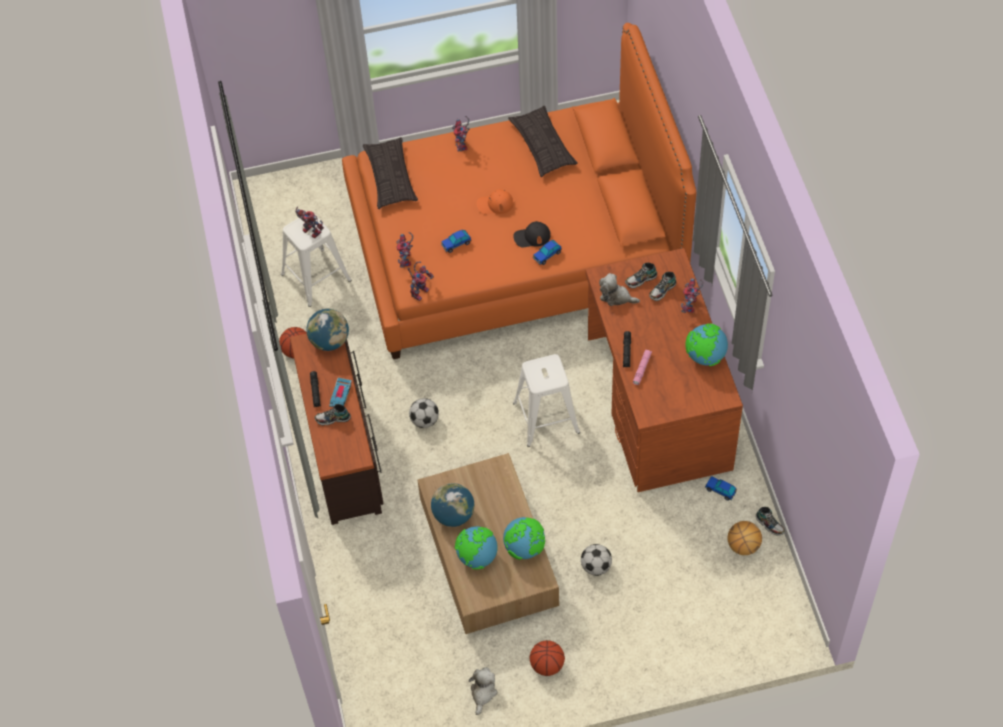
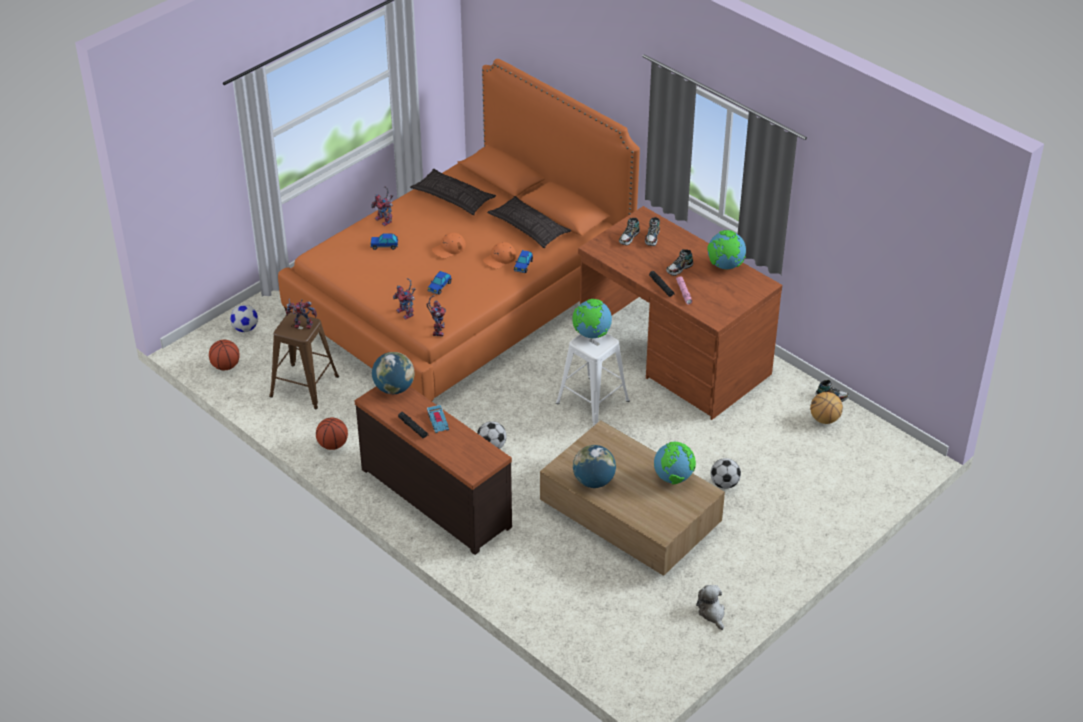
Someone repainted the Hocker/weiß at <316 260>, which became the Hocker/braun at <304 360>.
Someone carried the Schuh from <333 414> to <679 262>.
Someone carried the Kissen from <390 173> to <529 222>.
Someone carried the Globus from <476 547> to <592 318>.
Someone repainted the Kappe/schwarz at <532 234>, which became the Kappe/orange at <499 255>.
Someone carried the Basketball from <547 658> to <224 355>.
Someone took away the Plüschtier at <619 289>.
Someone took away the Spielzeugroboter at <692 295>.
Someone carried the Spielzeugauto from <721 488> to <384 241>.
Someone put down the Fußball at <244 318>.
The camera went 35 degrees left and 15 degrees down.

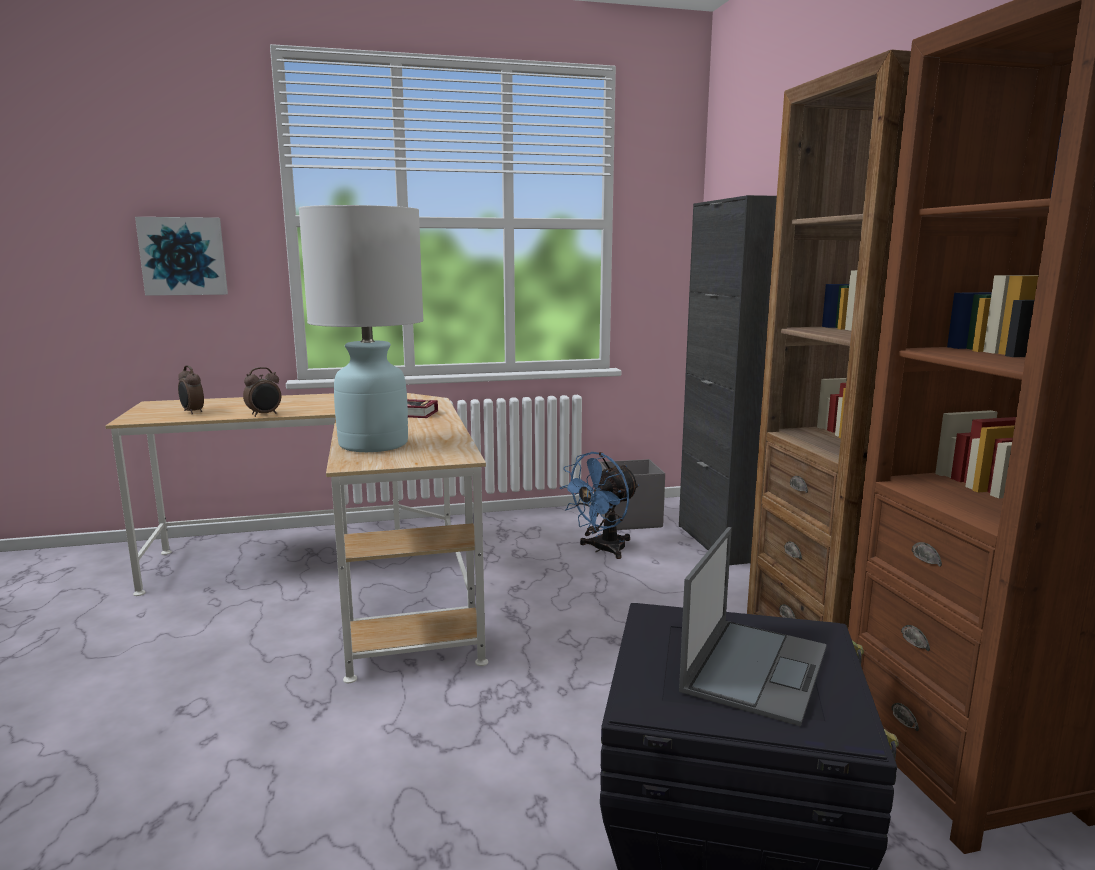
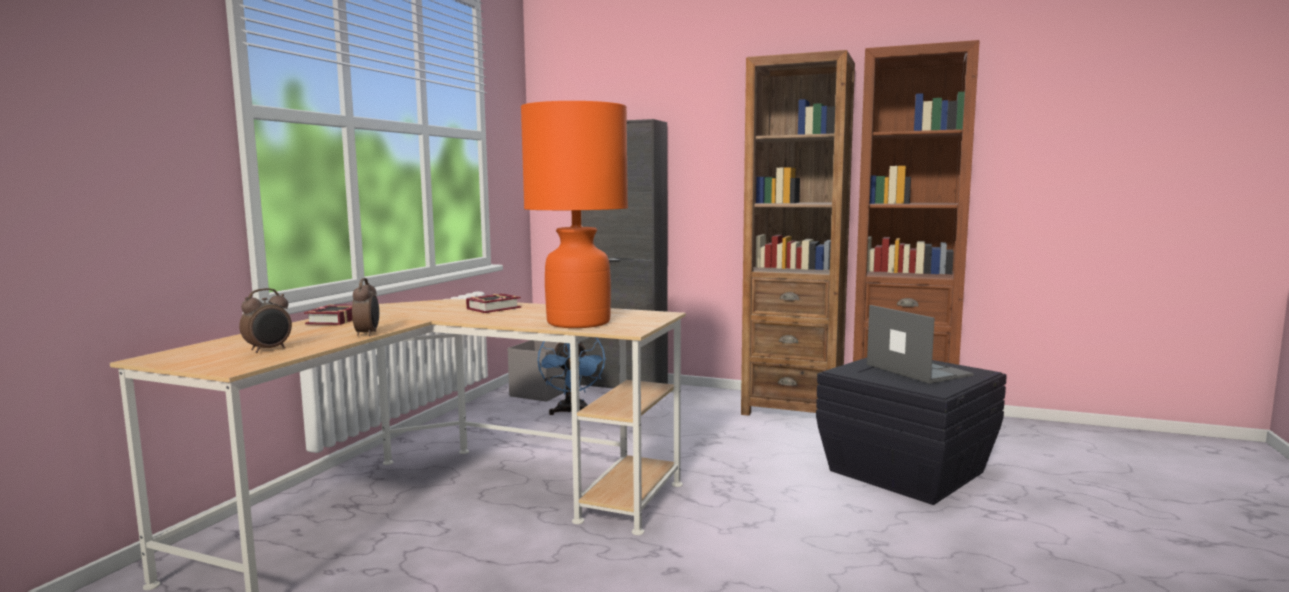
Someone took away the Bild at <181 256>.
Someone rotated the Wecker at <191 389> by 45 degrees counterclockwise.
Someone repainted the Tischlampe/weiß at <361 328>, which became the Tischlampe/orange at <574 214>.
Someone put down the Buch at <328 314>.
The camera went 55 degrees left and 5 degrees down.

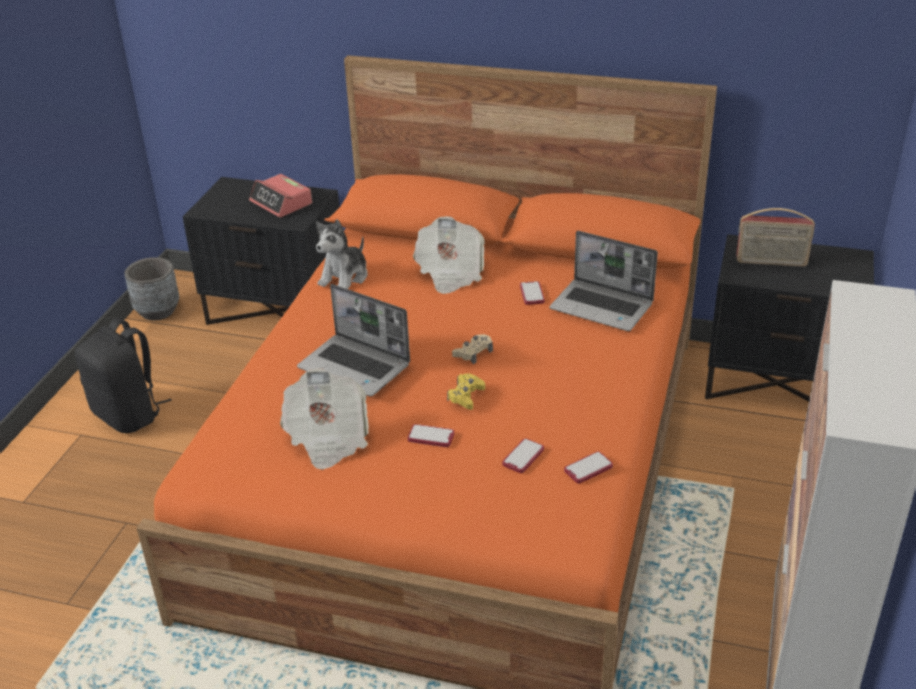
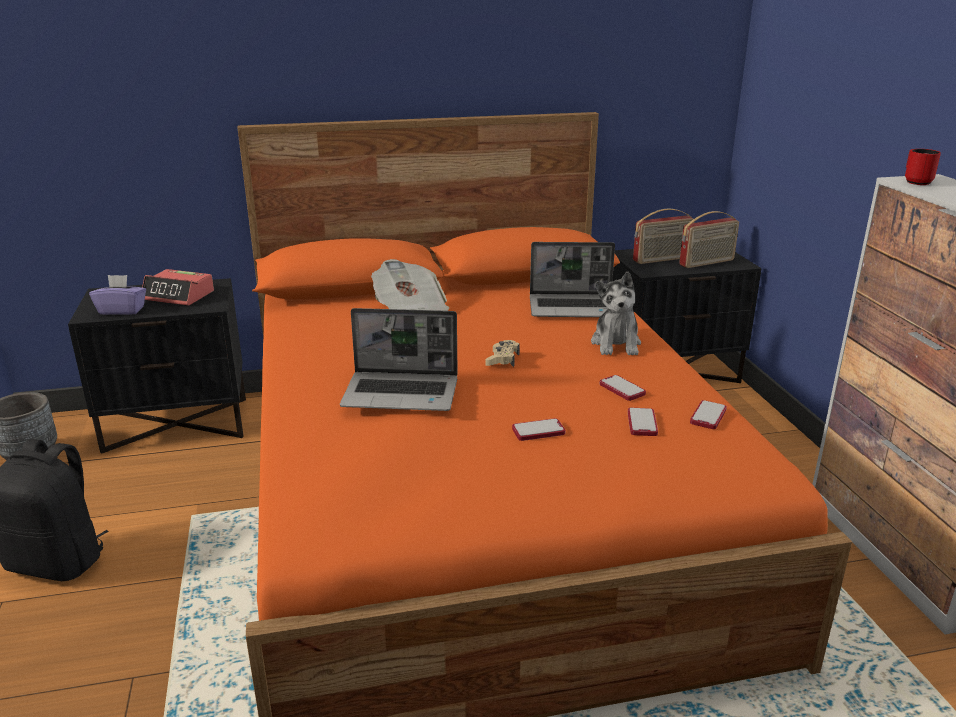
Someone took away the Zeitung at <324 419>.
Someone carried the Plüschtier from <342 254> to <616 313>.
Someone took away the Gamepad/gelb at <466 391>.
Someone carried the Handy from <532 293> to <622 388>.
Someone put down the Taschentuchbox/lila at <117 295>.
Someone put down the Radio at <709 239>.
Someone put down the Henkelbecher/rot at <923 167>.
The camera went 30 degrees left and 10 degrees down.

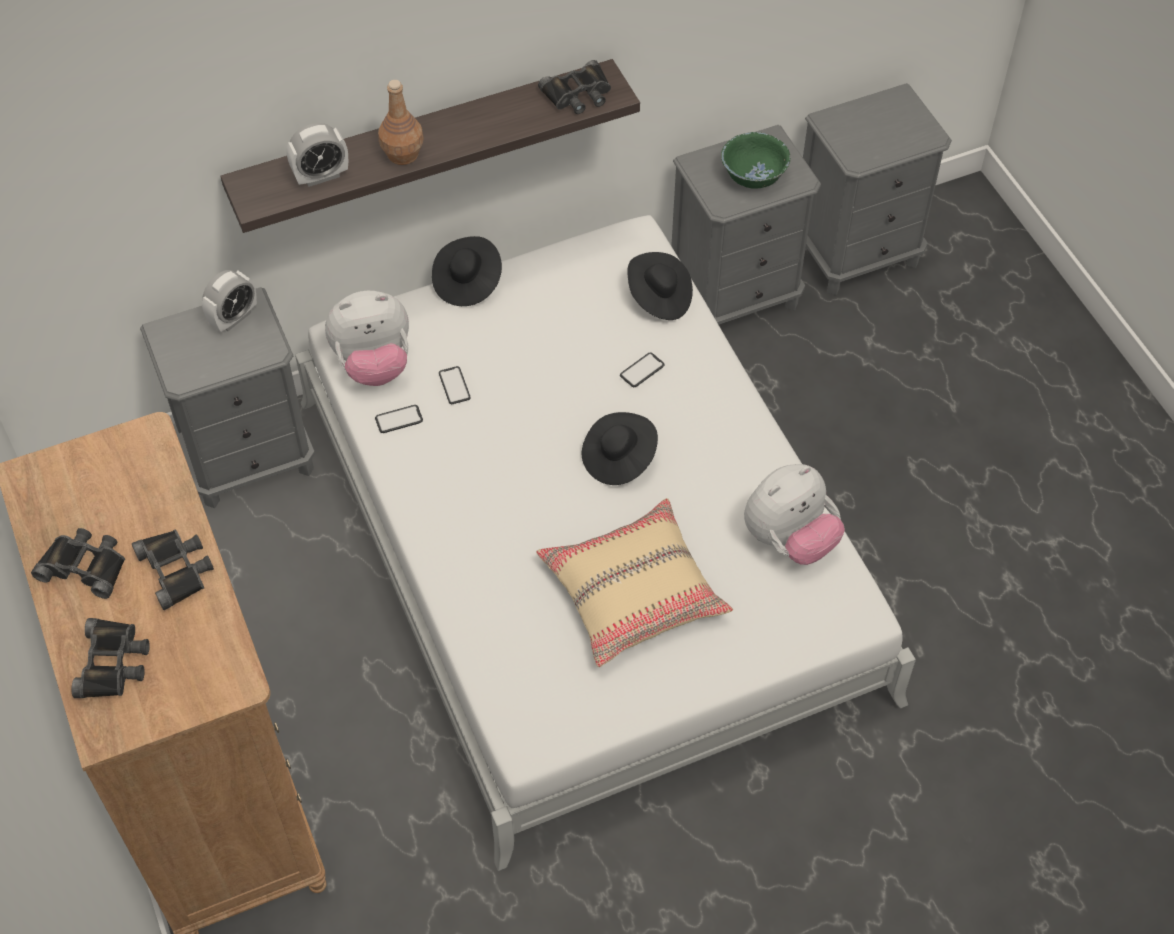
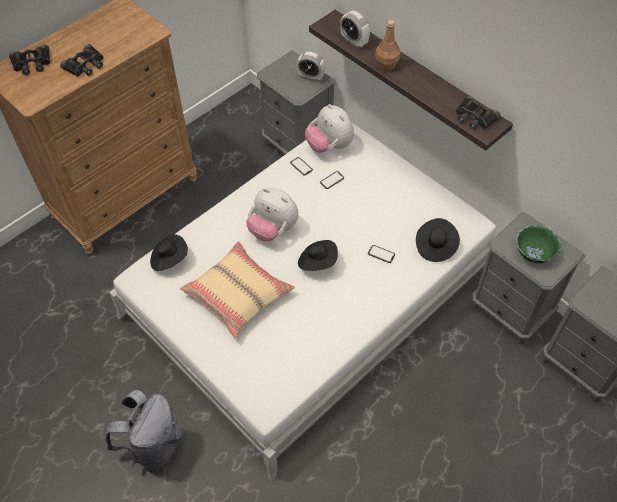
Someone took away the Fernglas/schwarz at <78 563>.
Someone carried the Hut/schwarz from <467 271> to <169 252>.
Someone carried the Plüschtier from <794 514> to <272 214>.
Someone put down the Rucksack/grau at <144 431>.
The camera went 70 degrees right and 0 degrees up.

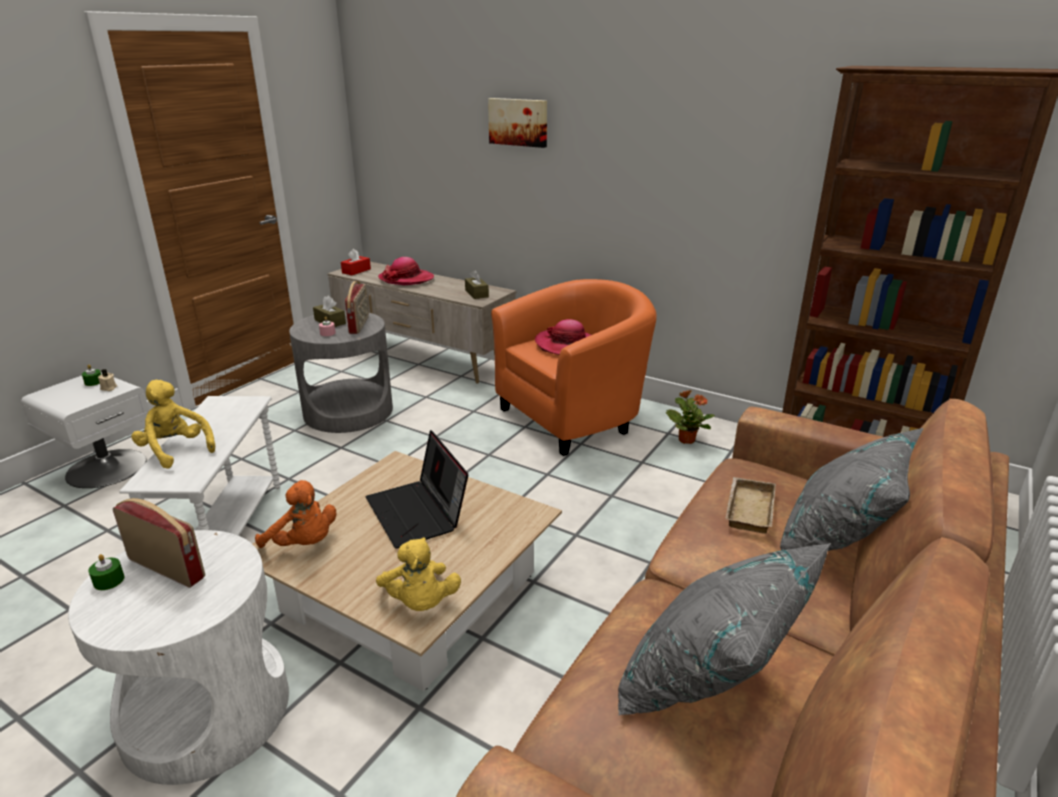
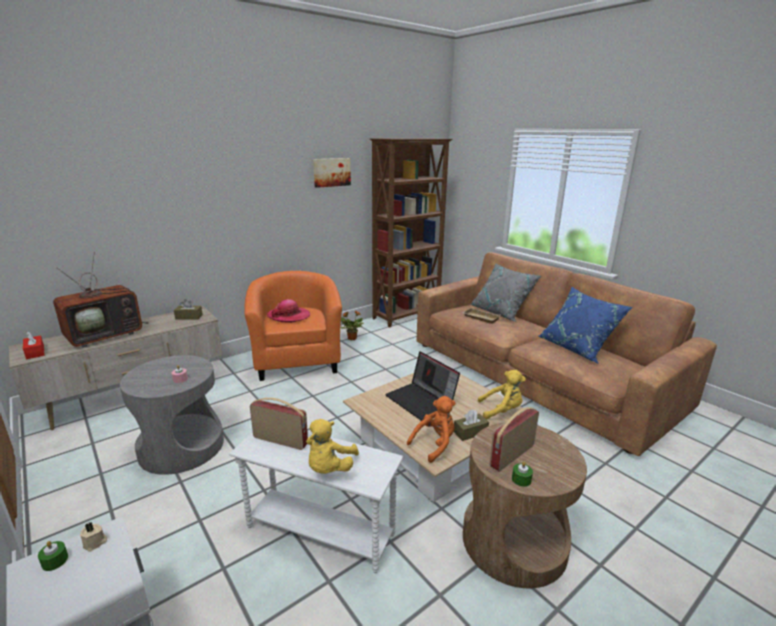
Someone repainted the Beistelltisch/weiß at <178 657>, which became the Beistelltisch/braun at <525 505>.
Someone rotated the Plüschtier/gelb at <173 424> by 45 degrees counterclockwise.
Someone carried the Taschentuchbox/braun from <329 311> to <471 425>.
Someone carried the Radio from <357 307> to <279 424>.
Someone rotated the Laptop at <417 489> by 60 degrees clockwise.
Someone swapped the Hut at <406 271> for the Fernseher at <100 299>.
Someone carried the Bild from <517 123> to <332 173>.
Someone repainted the Kissen/grau at <724 629>, which became the Kissen/blau at <585 325>.
The camera went 70 degrees left and 5 degrees down.

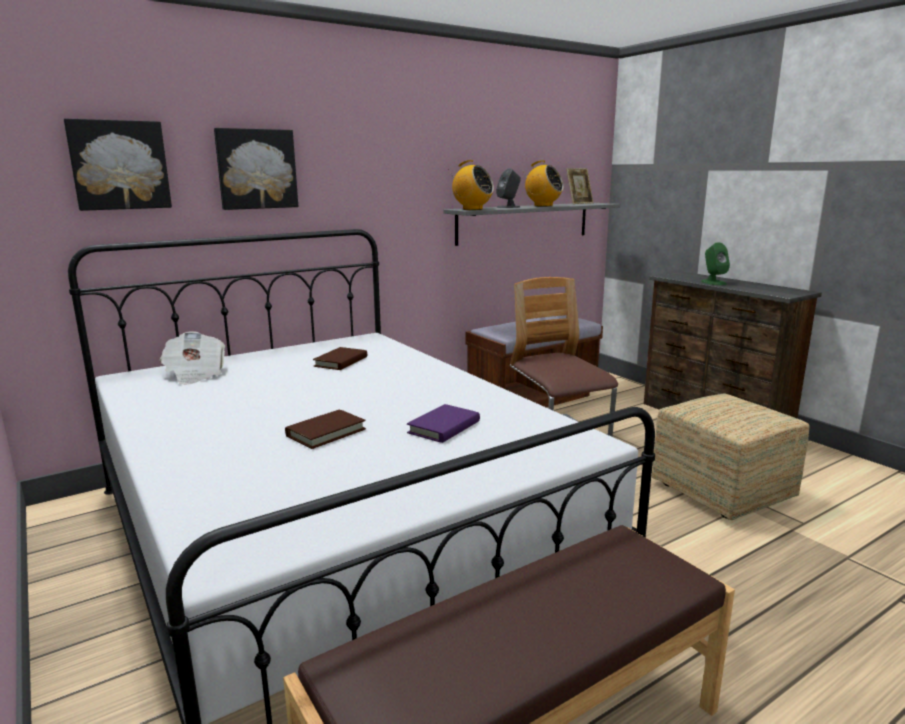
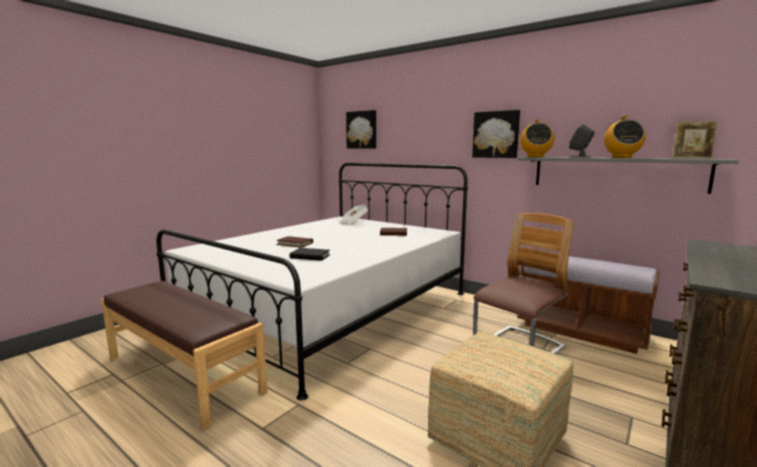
Someone carried the Bild from <256 169> to <496 134>.
Someone repainted the Buch/lila at <443 423>, which became the Buch/schwarz at <310 254>.
Someone took away the Lautsprecher/grün at <715 263>.
The camera went 70 degrees right and 5 degrees down.

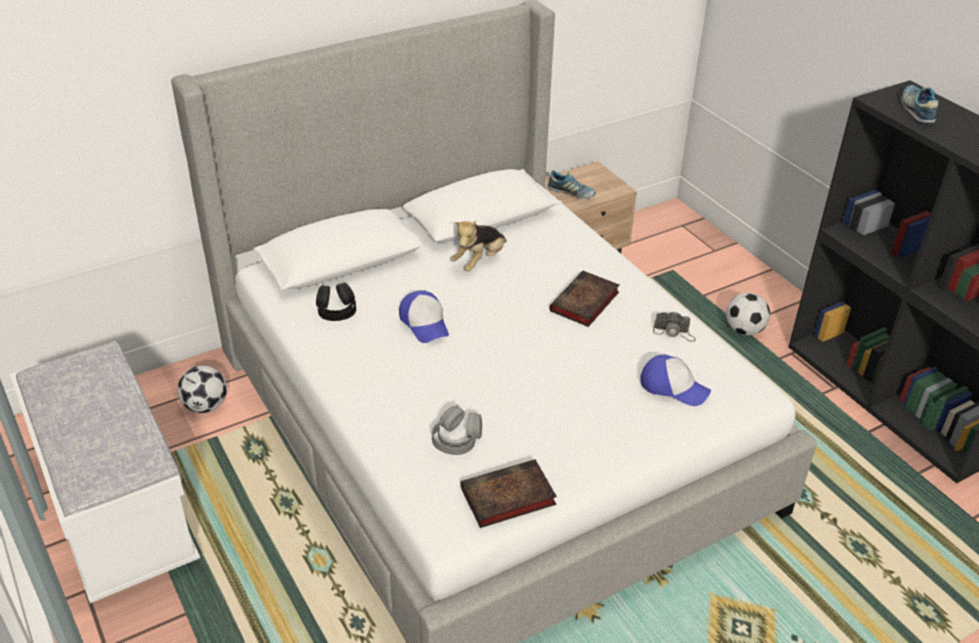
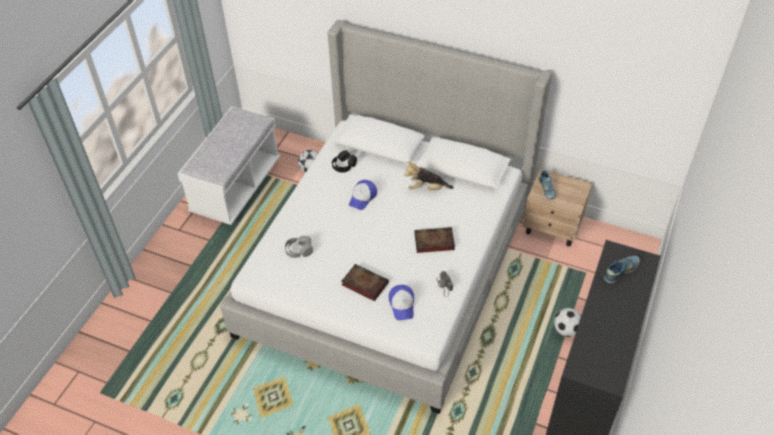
Someone carried the Buch from <509 493> to <365 282>.
The camera went 55 degrees right and 10 degrees up.

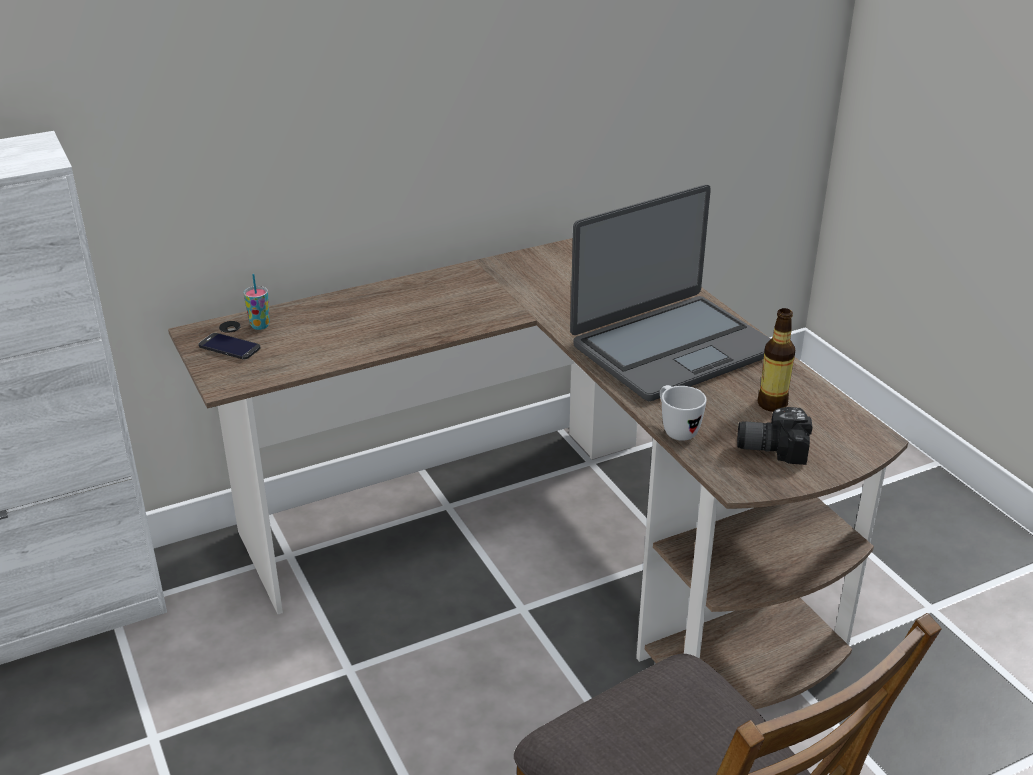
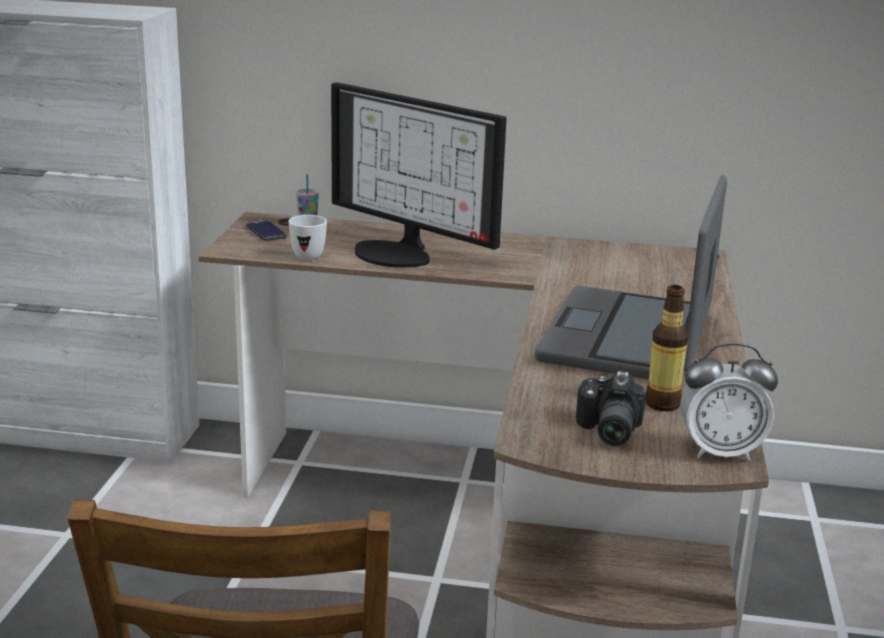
Someone rotated the Laptop at <670 293> by 105 degrees clockwise.
Someone carried the Henkelbecher/weiß from <683 413> to <308 237>.
Someone rotated the Kamera at <774 436> by 120 degrees counterclockwise.
Someone put down the Monitor at <418 174>.
Someone put down the Wecker at <729 402>.
The camera went 35 degrees right and 10 degrees down.

